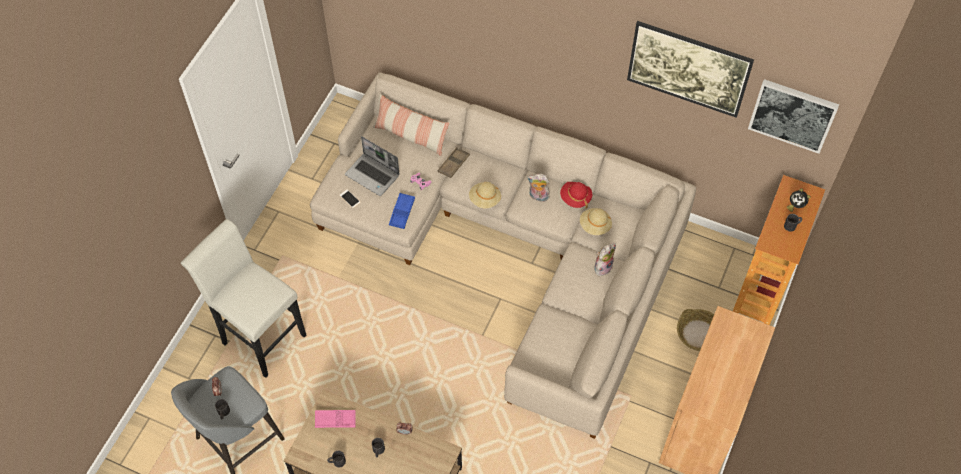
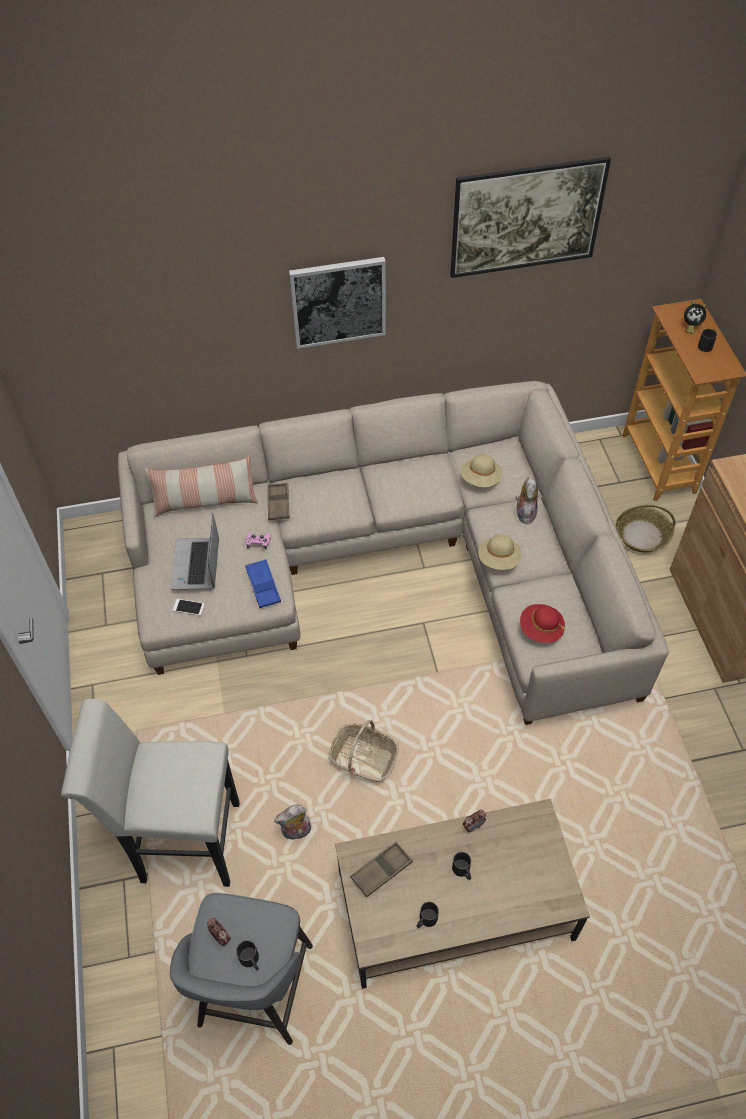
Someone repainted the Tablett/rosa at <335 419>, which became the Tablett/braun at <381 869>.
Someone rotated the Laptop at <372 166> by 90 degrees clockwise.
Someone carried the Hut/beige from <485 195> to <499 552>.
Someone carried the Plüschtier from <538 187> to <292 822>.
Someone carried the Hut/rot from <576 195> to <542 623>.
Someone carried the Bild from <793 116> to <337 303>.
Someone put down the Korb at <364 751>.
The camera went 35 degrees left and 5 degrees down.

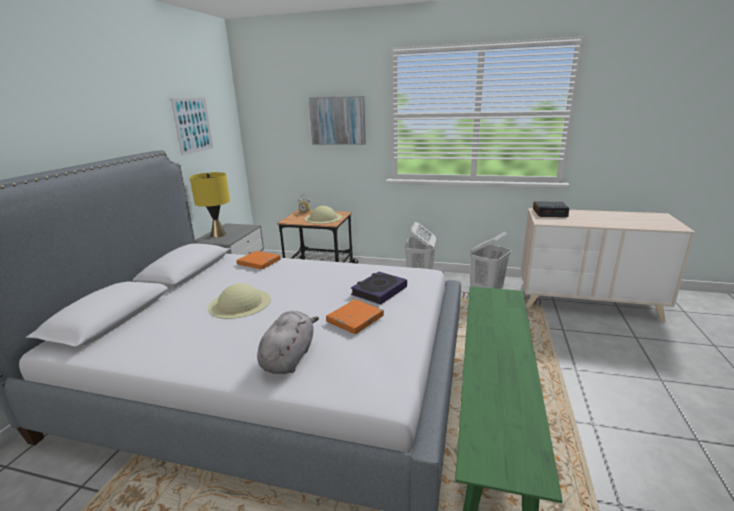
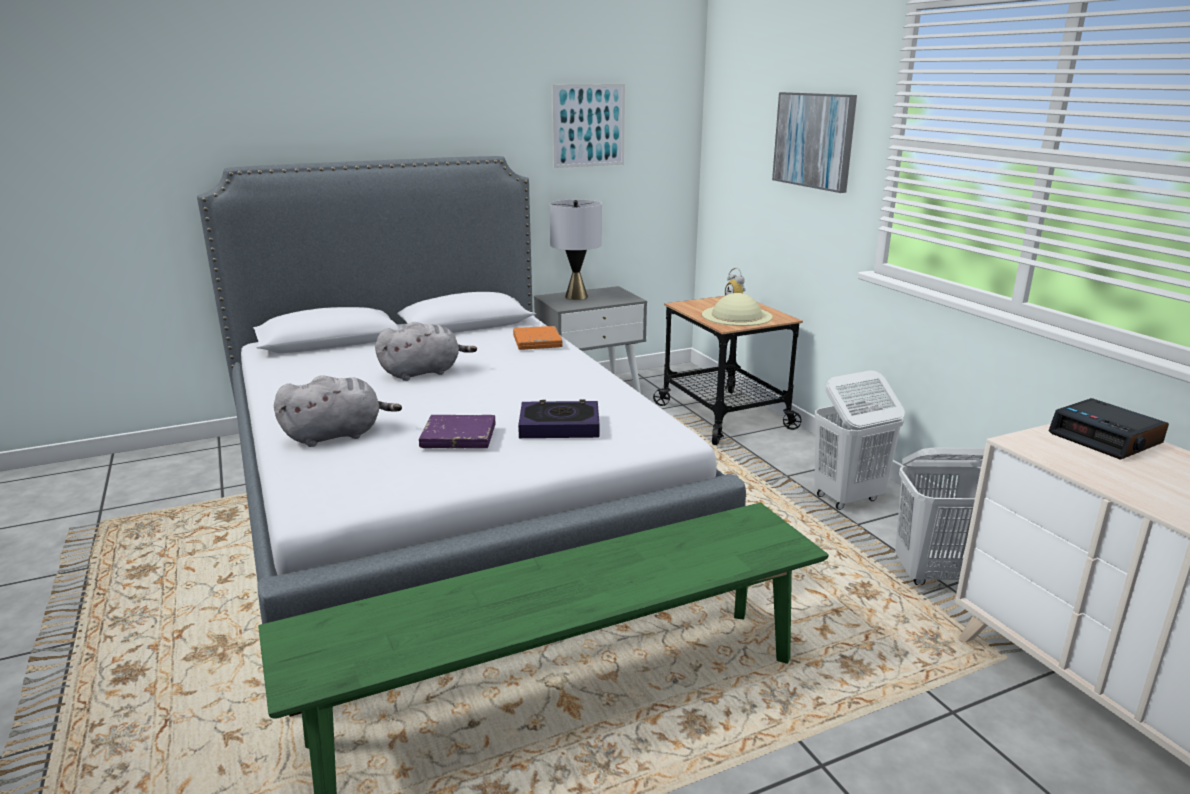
Someone repainted the Tischlampe/gelb at <210 204>, which became the Tischlampe/grau at <575 250>.
Someone swapped the Hut/beige at <239 301> for the Plüschtier/grau at <426 351>.
Someone repainted the Buch/orange at <355 316>, which became the Buch/lila at <457 431>.
The camera went 50 degrees right and 0 degrees up.

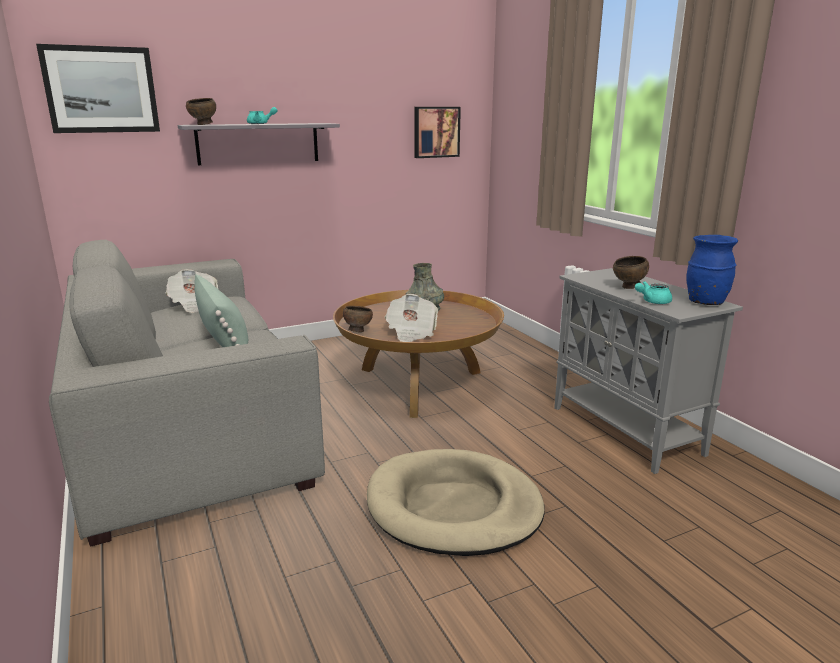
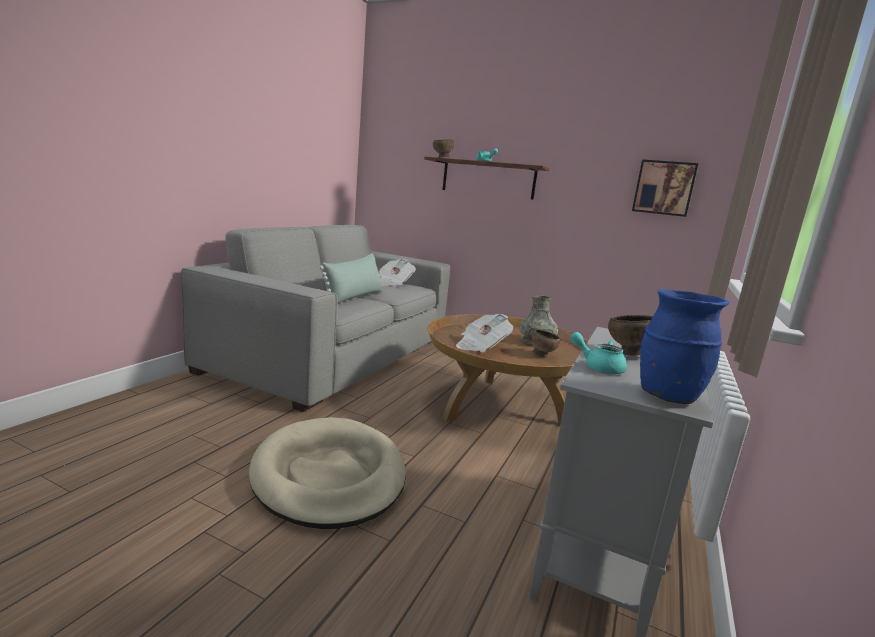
Someone took away the Bild at <98 88>.
Someone repainted the Wandregal/grau at <258 144>, which became the Wandregal/braun at <487 178>.
Someone carried the Schüssel/braun from <358 319> to <545 343>.
The camera went 50 degrees right and 5 degrees down.

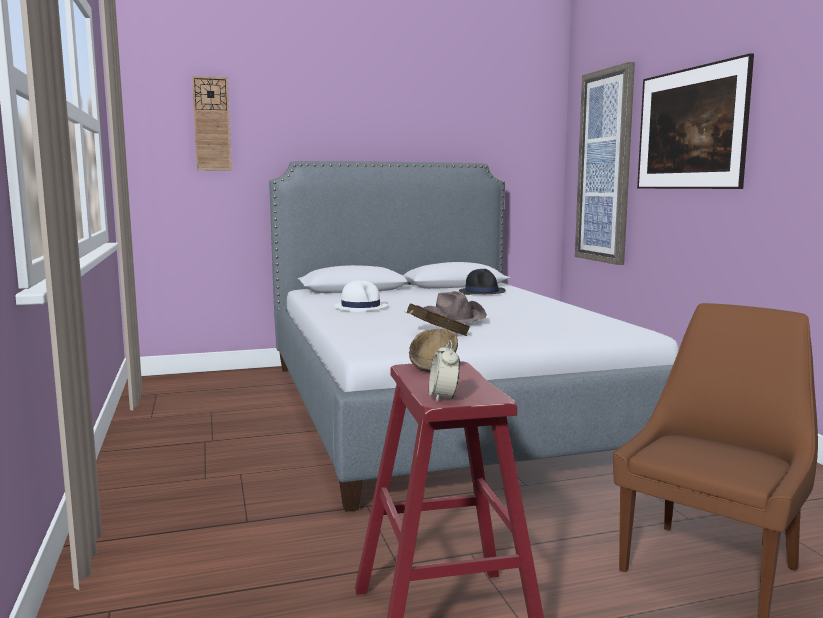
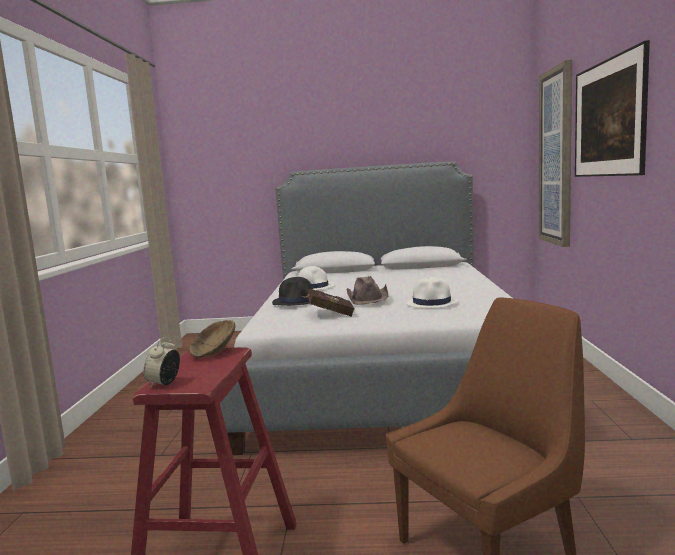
Someone took away the Wanduhr at <212 123>.
Someone carried the Hut/schwarz from <482 282> to <292 291>.
Someone put down the Hut/weiß at <432 292>.
The camera went 20 degrees right and 0 degrees up.

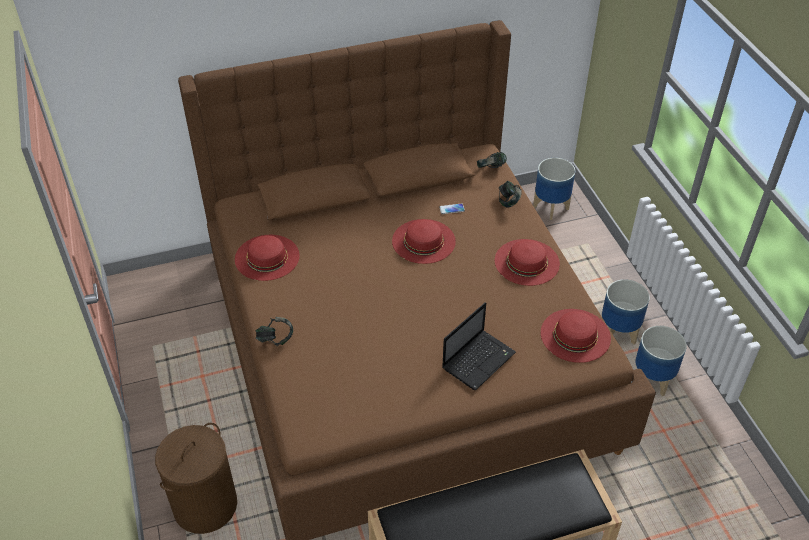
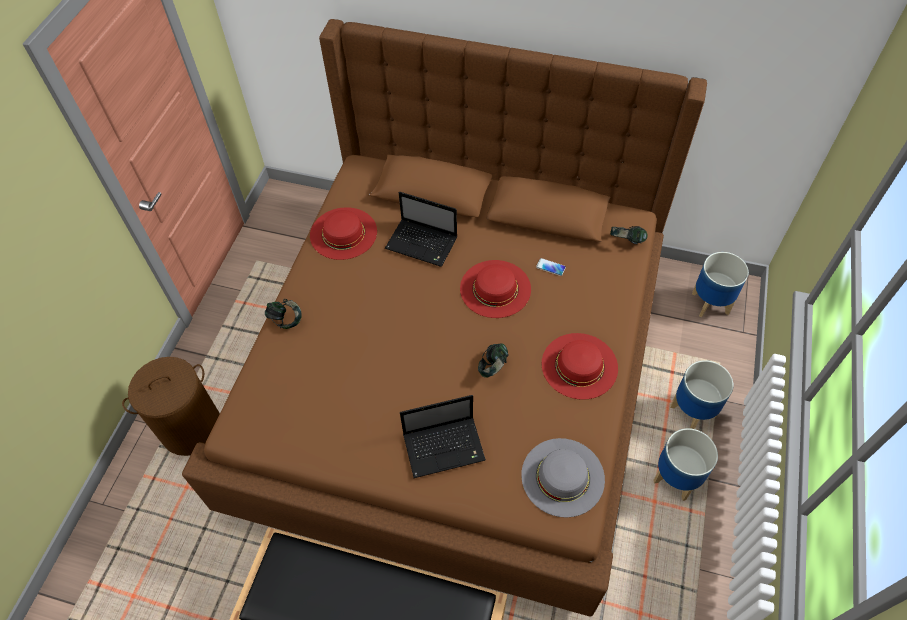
Someone carried the Kopfhörer from <510 194> to <493 360>.
Someone repainted the Hut/rot at <576 336>, which became the Hut/grau at <563 478>.
Someone carried the Pflanzkübel from <661 361> to <702 394>.
Someone put down the Laptop at <421 229>.
The camera went 35 degrees right and 10 degrees up.

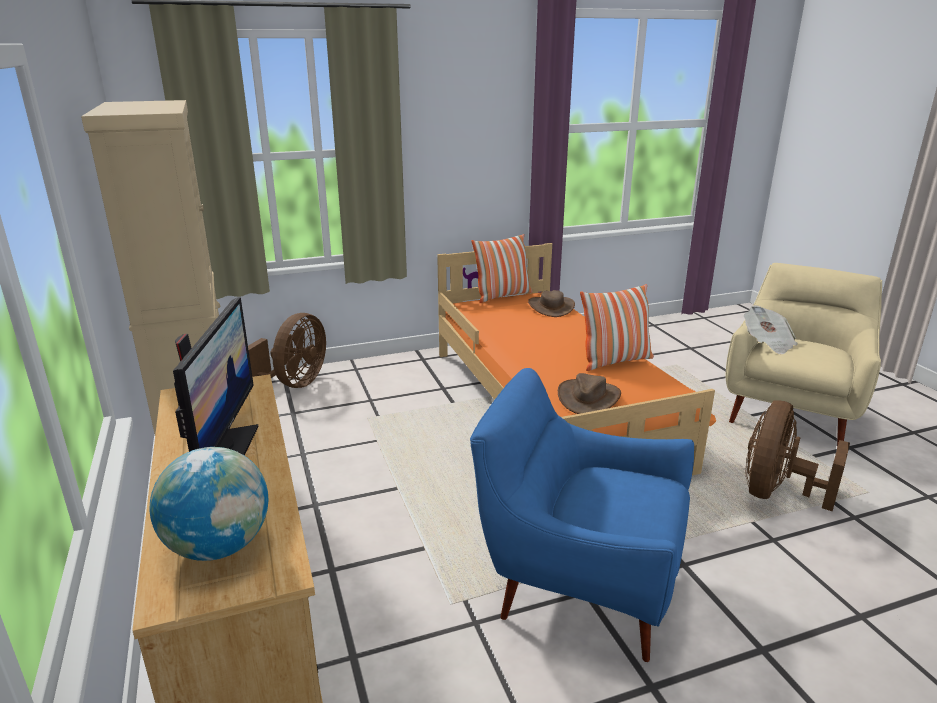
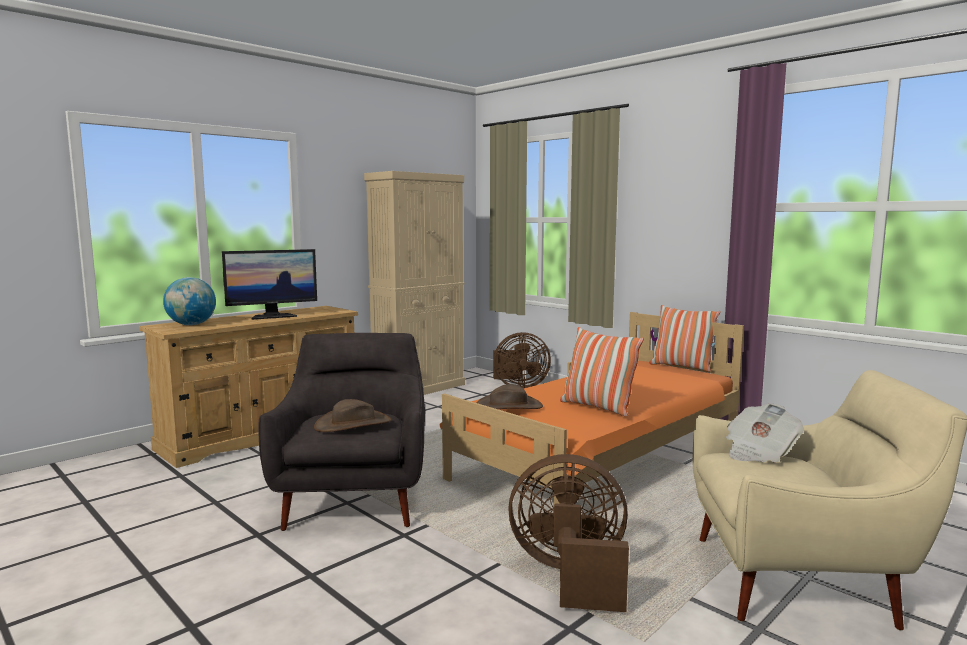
Someone repainted the Sessel/blau at <582 515>, which became the Sessel/grau at <341 432>.
Someone carried the Hut/braun from <551 303> to <353 415>.
The camera went 65 degrees right and 15 degrees down.

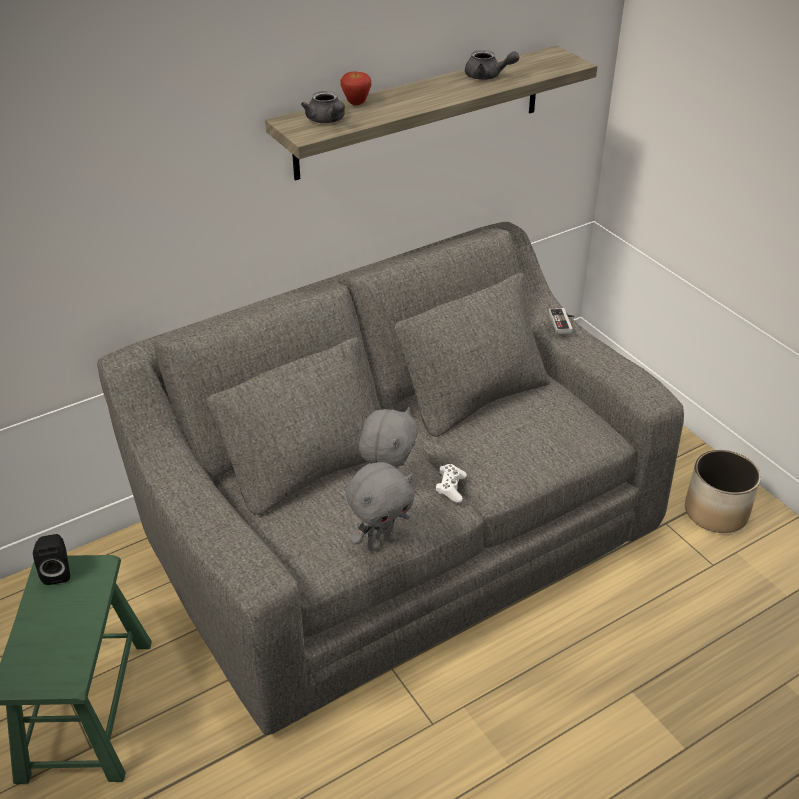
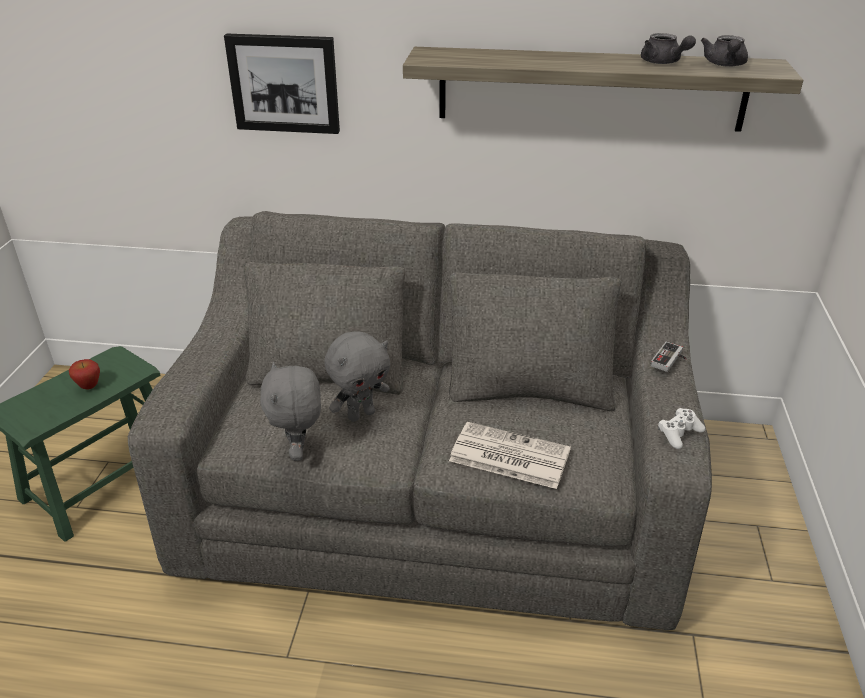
Someone took away the Lautsprecher/schwarz at <51 559>.
Someone carried the Teekanne/grau from <323 107> to <724 51>.
Someone carried the Apfel from <356 88> to <84 374>.
Someone rotated the Plüschtier/grau at <380 506> by 75 degrees clockwise.
Someone carried the Gamepad/weiß from <451 483> to <681 428>.
Someone took away the Pflanzkübel at <723 491>.
Someone put up the Bild at <282 84>.
Someone put down the Zeitung at <510 455>.
The camera went 40 degrees right and 5 degrees down.

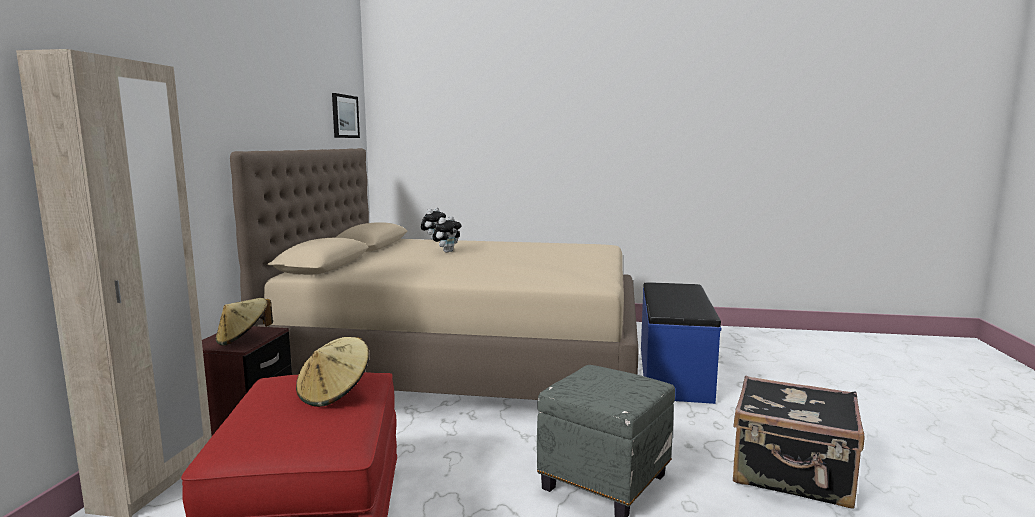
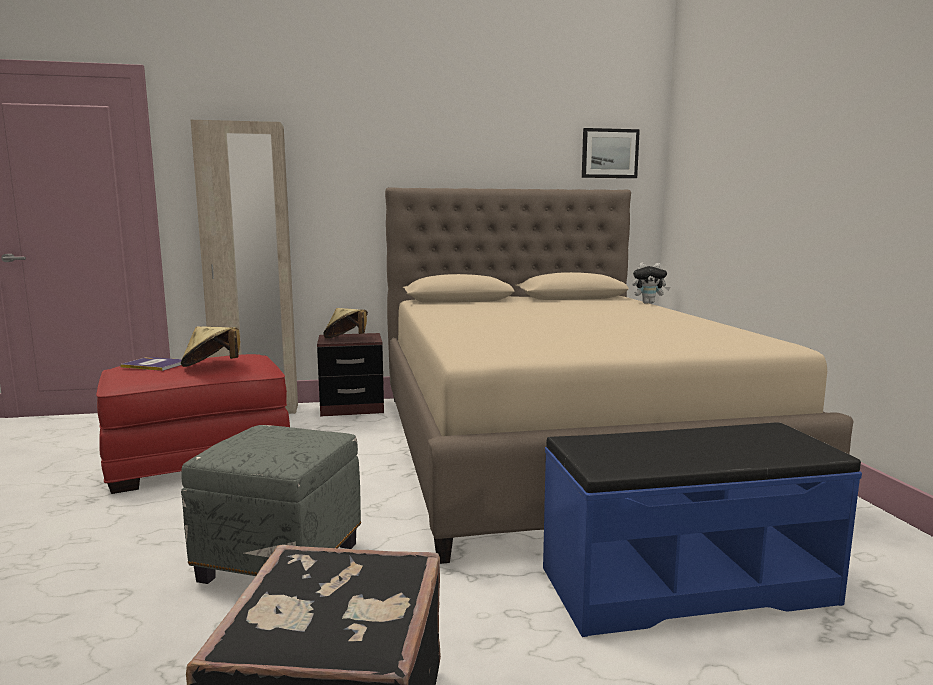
Someone took away the Plüschtier at <447 234>.
Someone put down the Buch at <151 364>.
The camera went 70 degrees right and 0 degrees up.

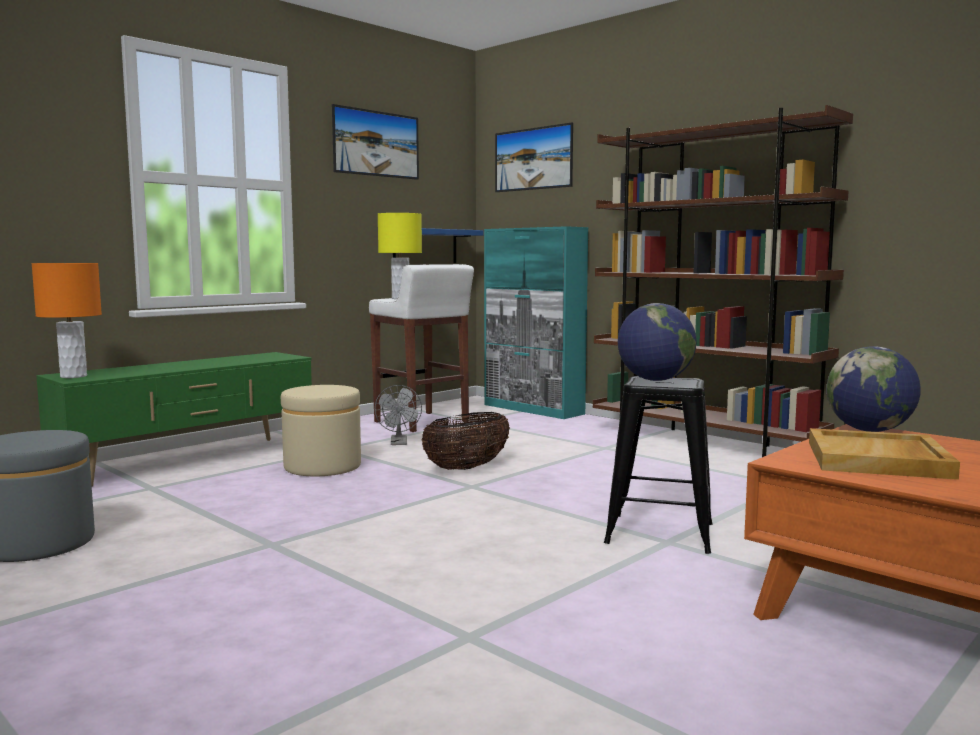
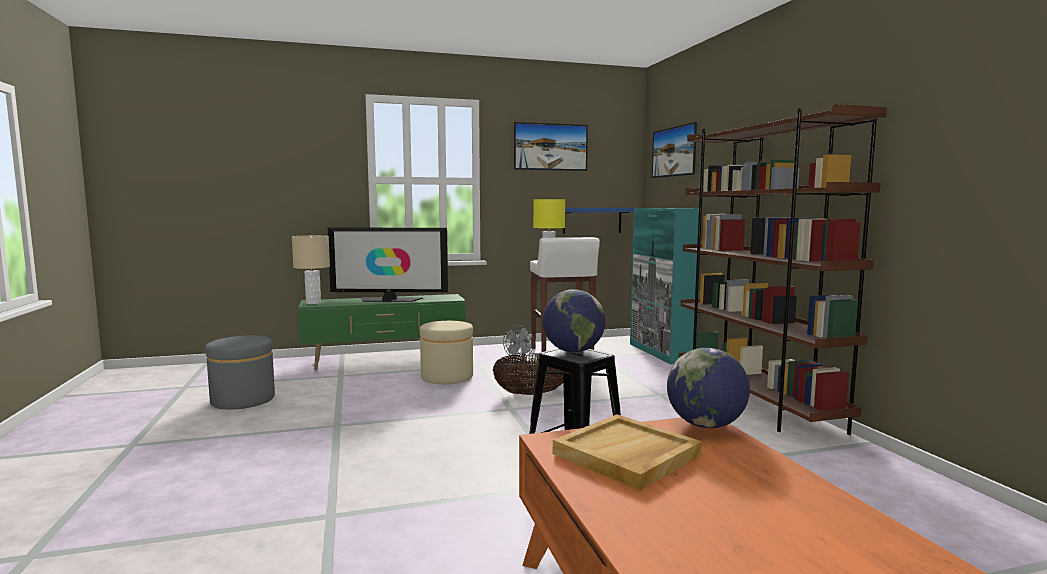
Someone repainted the Tischlampe/orange at <66 320>, which became the Tischlampe/beige at <311 269>.
Someone put down the Fernseher at <388 264>.
The camera went 30 degrees right and 0 degrees up.

